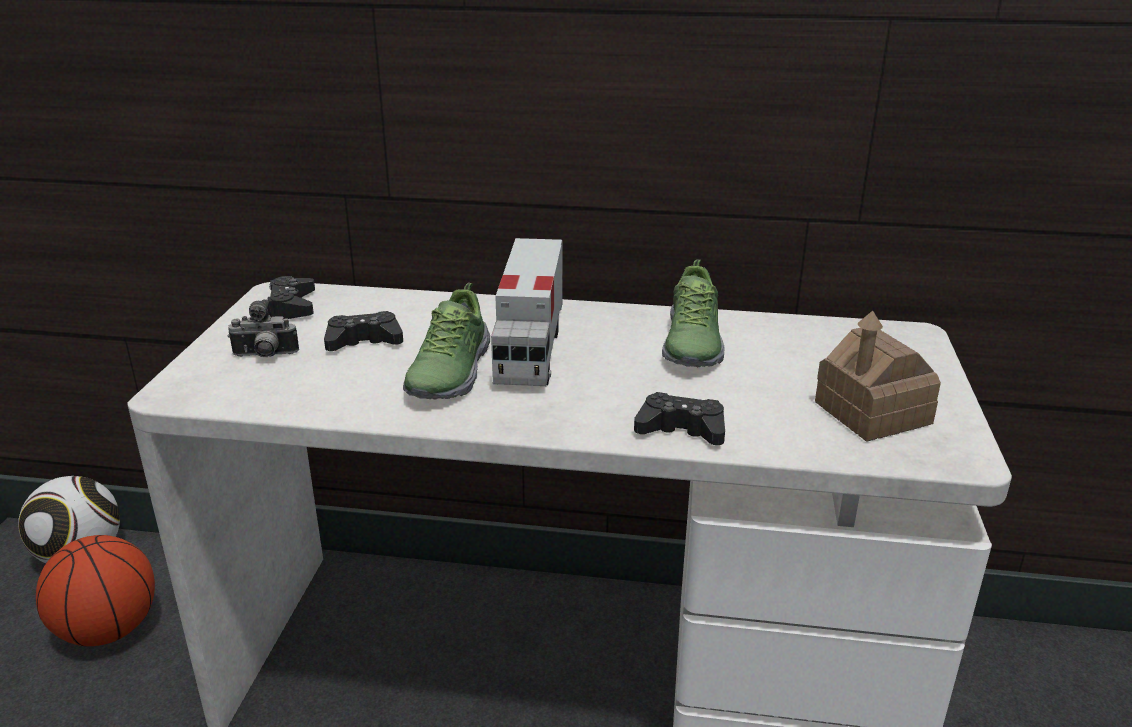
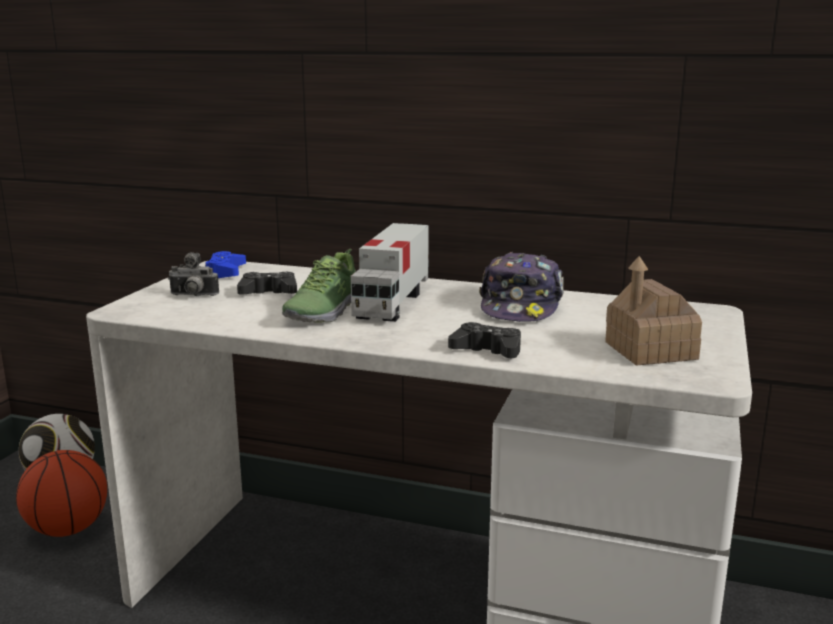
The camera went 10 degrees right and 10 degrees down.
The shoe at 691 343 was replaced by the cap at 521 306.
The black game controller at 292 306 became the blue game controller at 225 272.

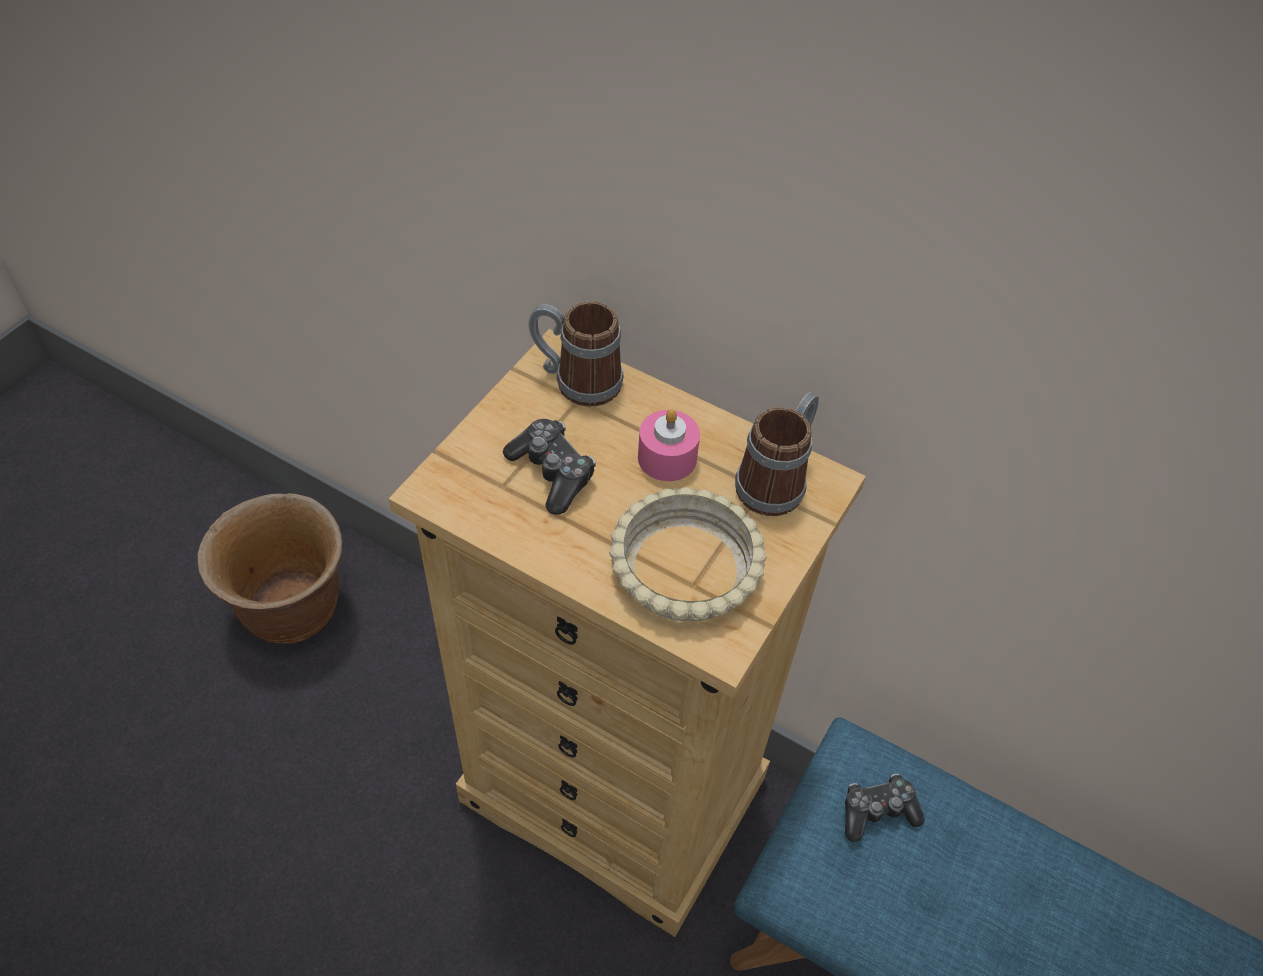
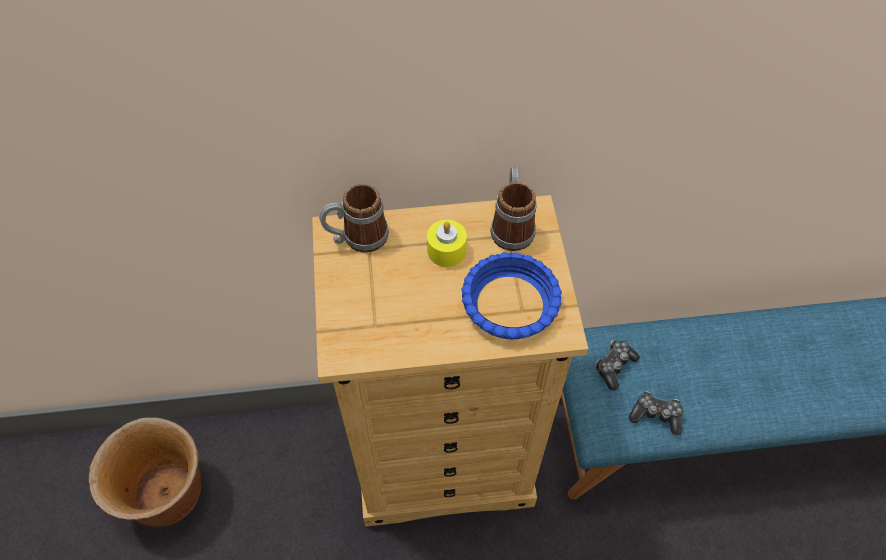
The camera went 35 degrees left and 5 degrees up.
The pink candle at 667 458 became the yellow candle at 446 250.
The game controller moved from 552 473 to 656 415.
The beige bowl at 685 566 became the blue bowl at 509 303.

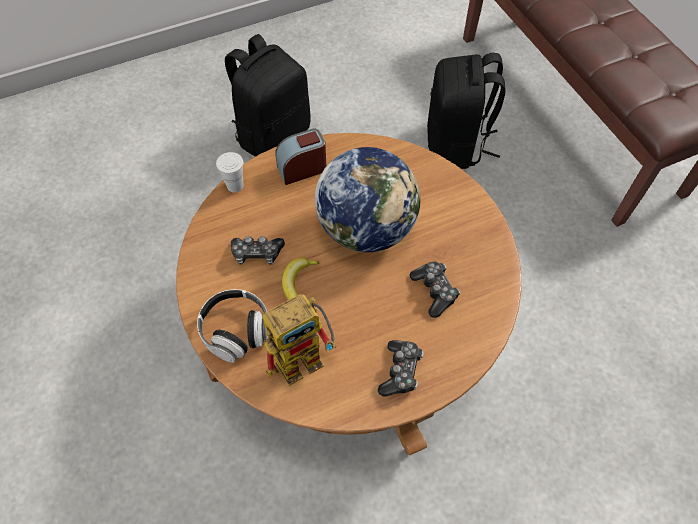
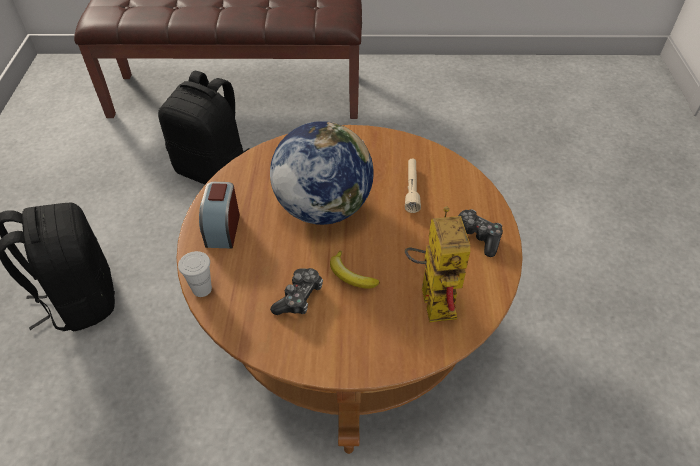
The camera went 65 degrees left and 10 degrees down.
The game controller at 434 291 was replaced by the beige flashlight at 411 189.
The headphones at 236 331 disappeared.

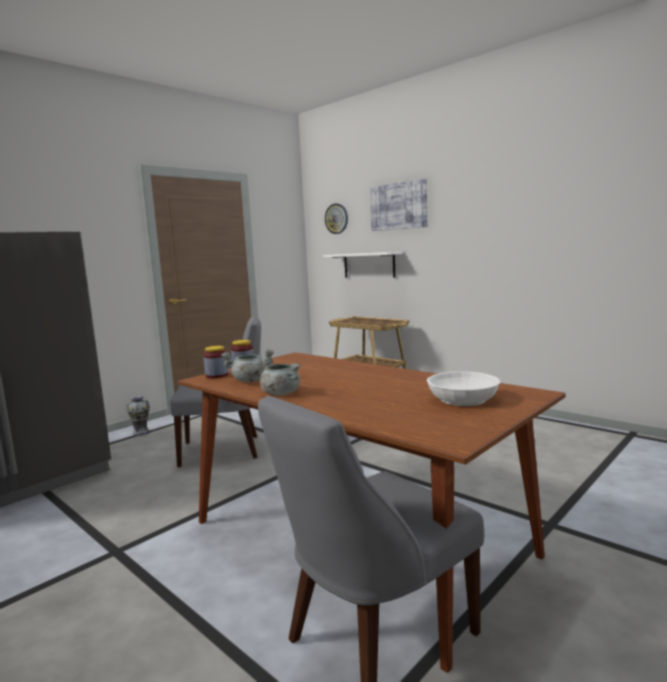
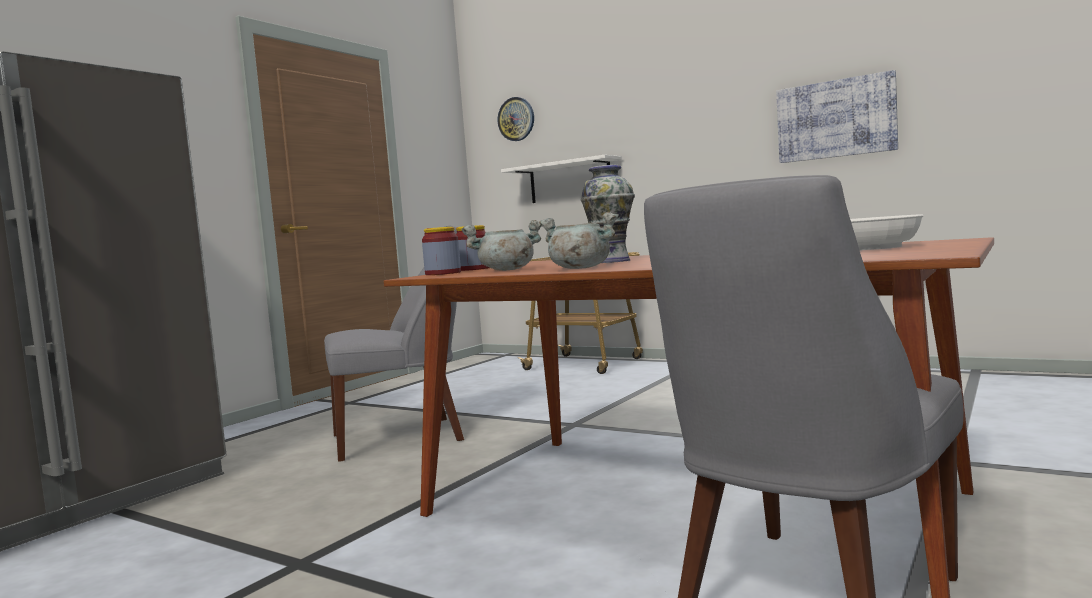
The camera went 10 degrees left and 5 degrees down.
The picture moved from 398 206 to 835 119.
The vase moved from 141 433 to 611 261.

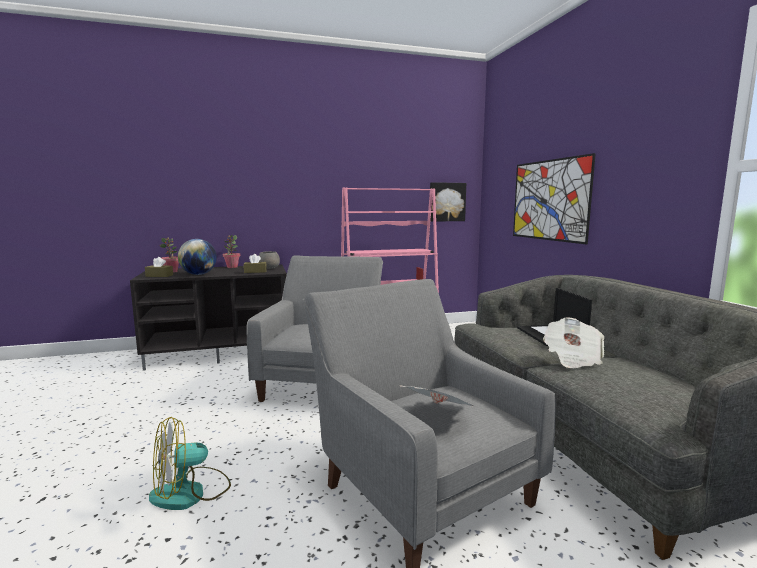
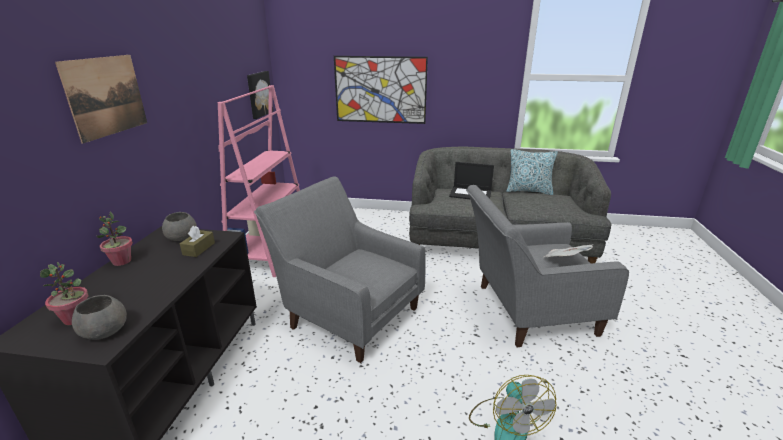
The camera went 65 degrees left and 15 degrees up.
The globe at 198 274 disappeared.
The brown tissue box at 159 276 was replaced by the grey bowl at 105 331.
The newspaper at 572 358 disappeared.
The picture at 106 96 appeared.
The pillow at 528 191 appeared.

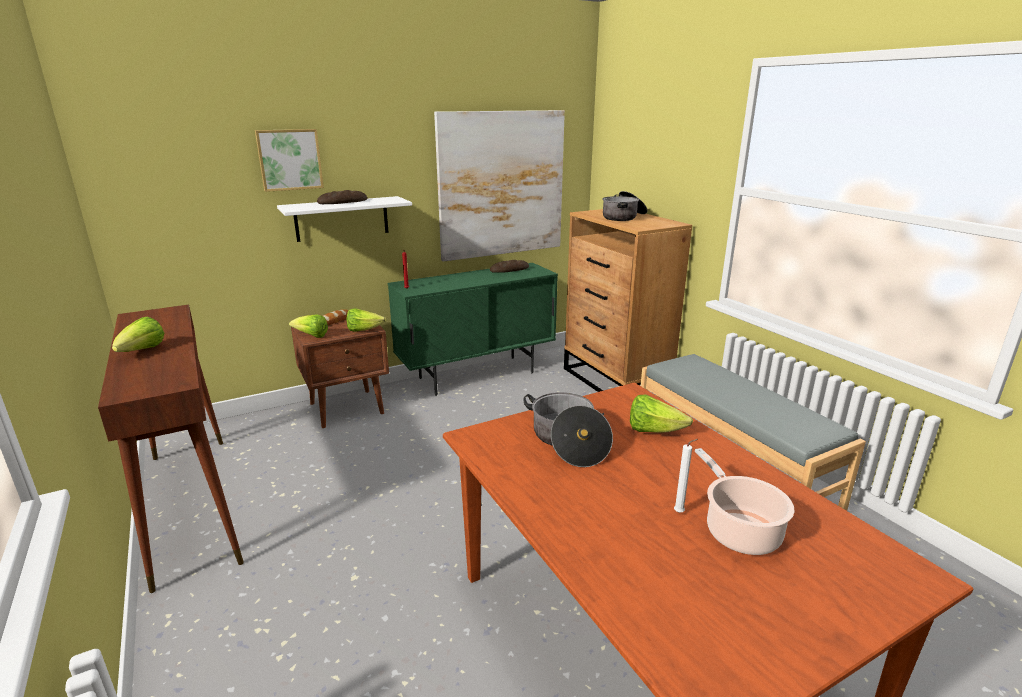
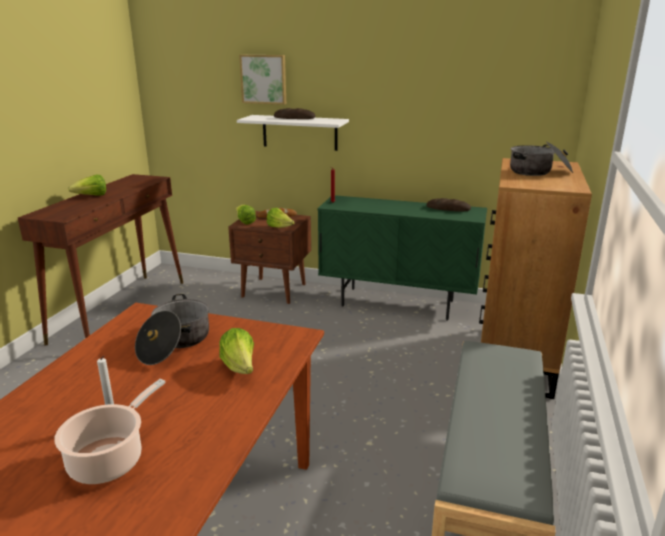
The camera went 45 degrees right and 0 degrees up.
The picture at 501 184 disappeared.

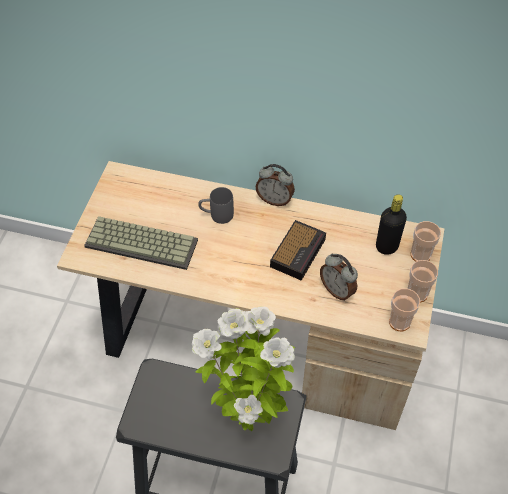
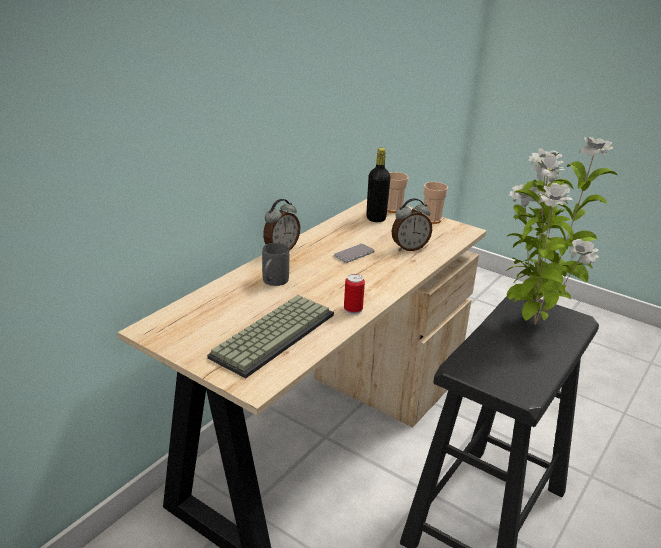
The camera went 70 degrees left and 25 degrees down.
The alarm clock at 298 252 was replaced by the phone at 354 254.
The cup at 399 322 disappeared.
The can at 353 310 appeared.

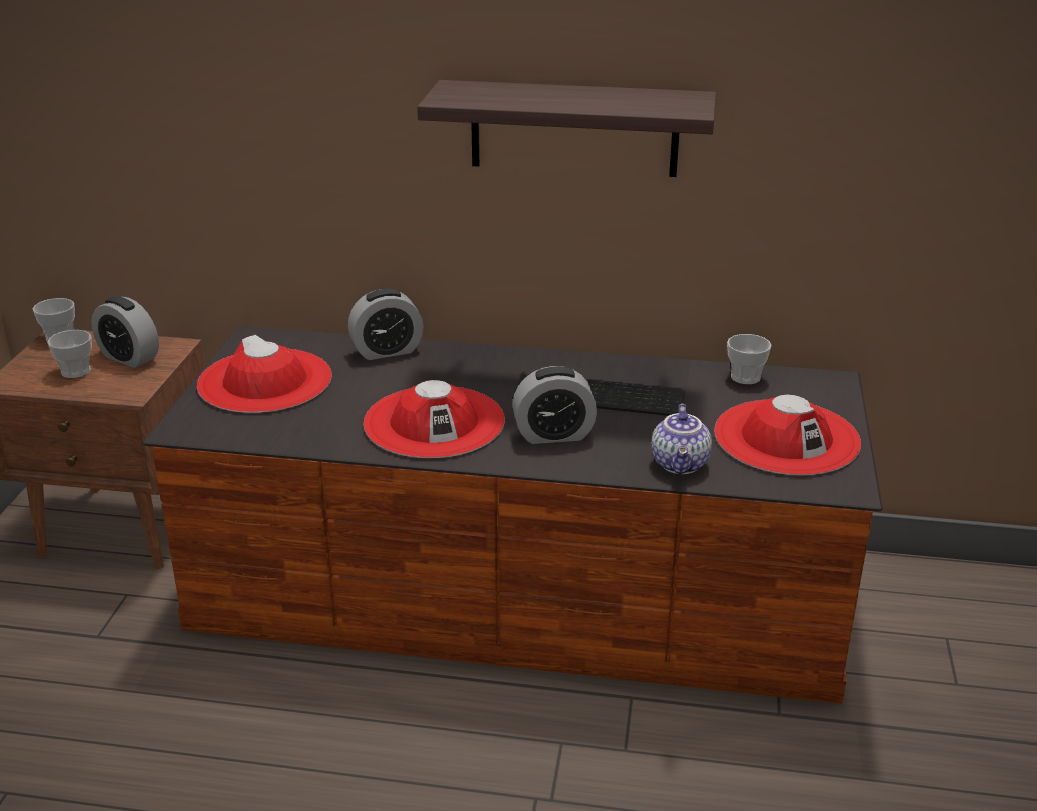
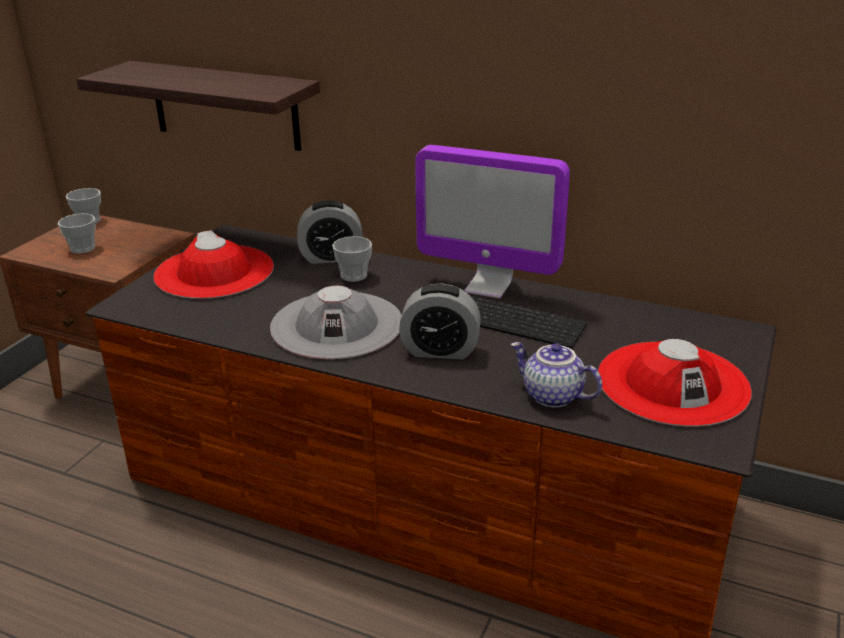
The camera went 15 degrees right and 0 degrees up.
The shelf moved from 574 128 to 224 105.
The alarm clock at 129 357 disappeared.
The cup moved from 745 377 to 354 275.
The red hat at 434 422 became the grey hat at 337 325.
The teapot at 681 464 turned 105 degrees clockwise.
The monitor at 488 286 appeared.

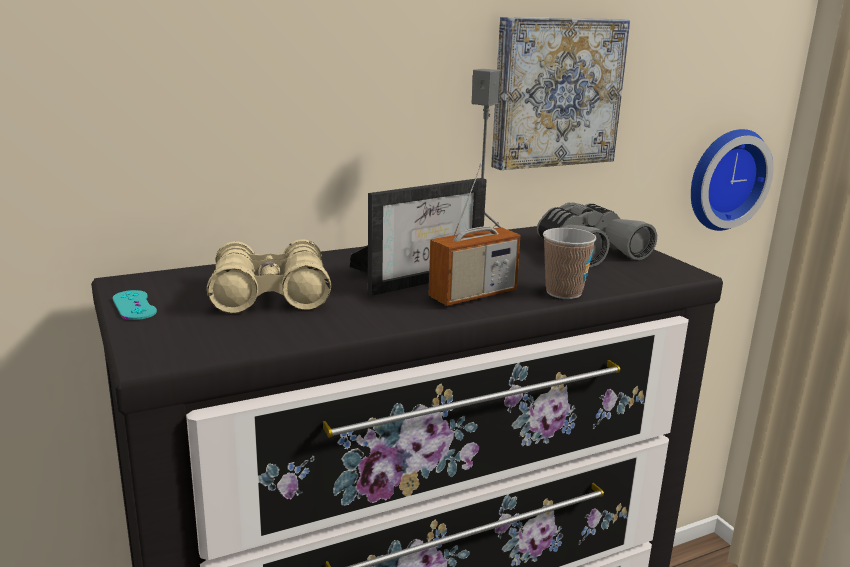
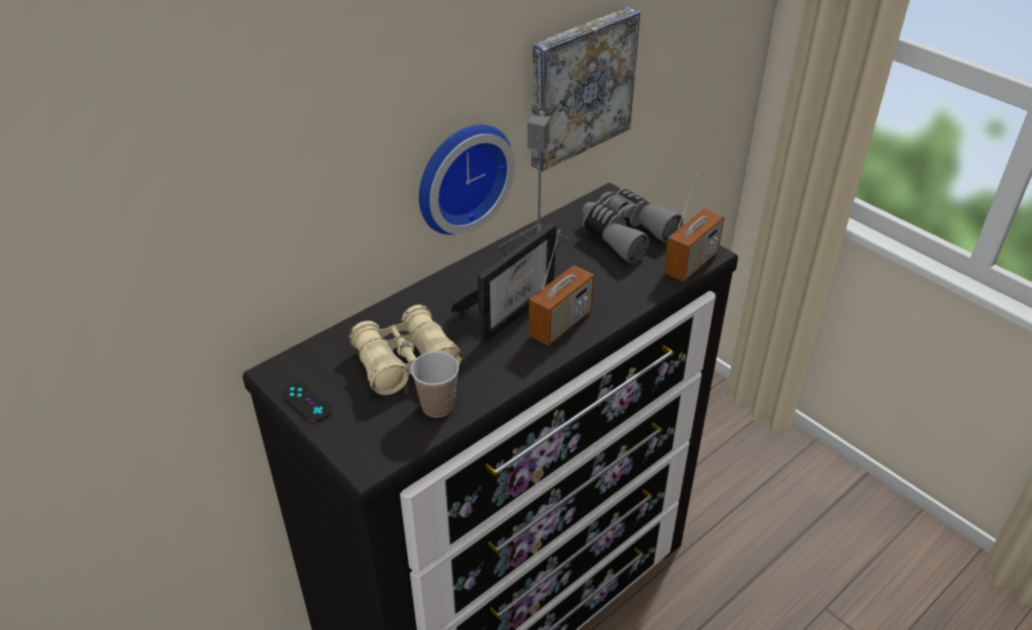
The camera went 15 degrees left and 20 degrees up.
The wall clock moved from 723 178 to 460 176.
The cup moved from 563 292 to 437 406.
The turquoise game controller at 134 305 became the black game controller at 306 402.
The radio at 691 264 appeared.

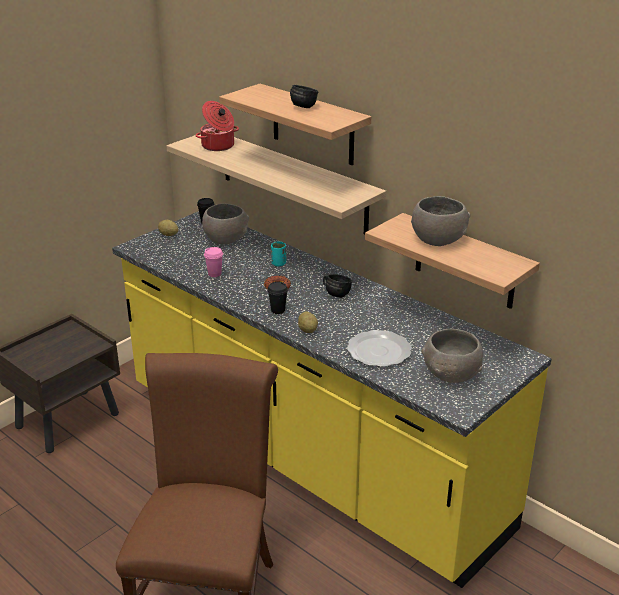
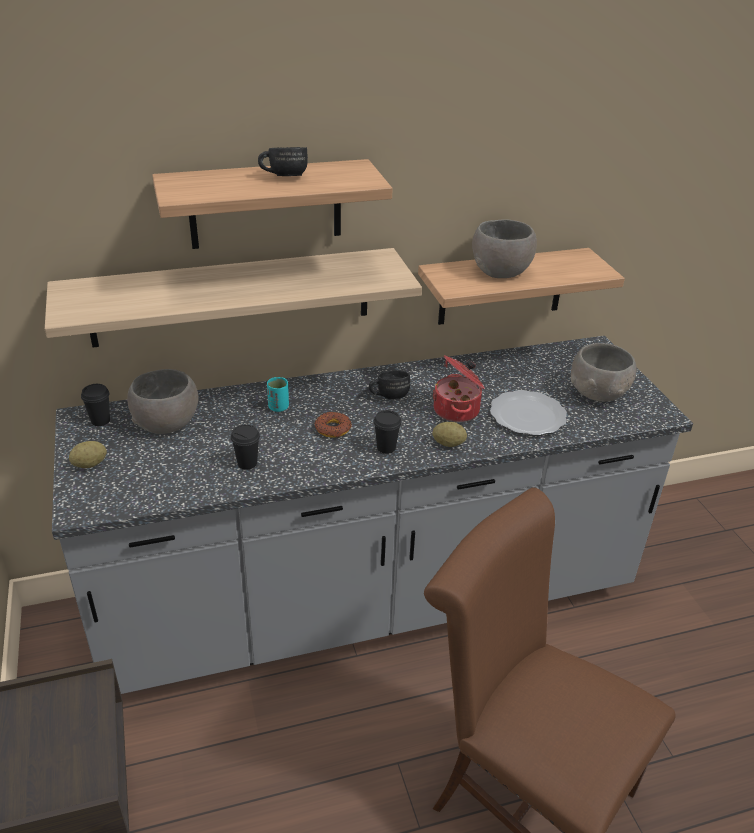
The camera went 60 degrees left and 5 degrees up.
The cooking pot moved from 218 146 to 457 410.
The yellow counter at 309 458 became the grey counter at 370 603.
The pink cup at 214 274 became the black cup at 247 463.

